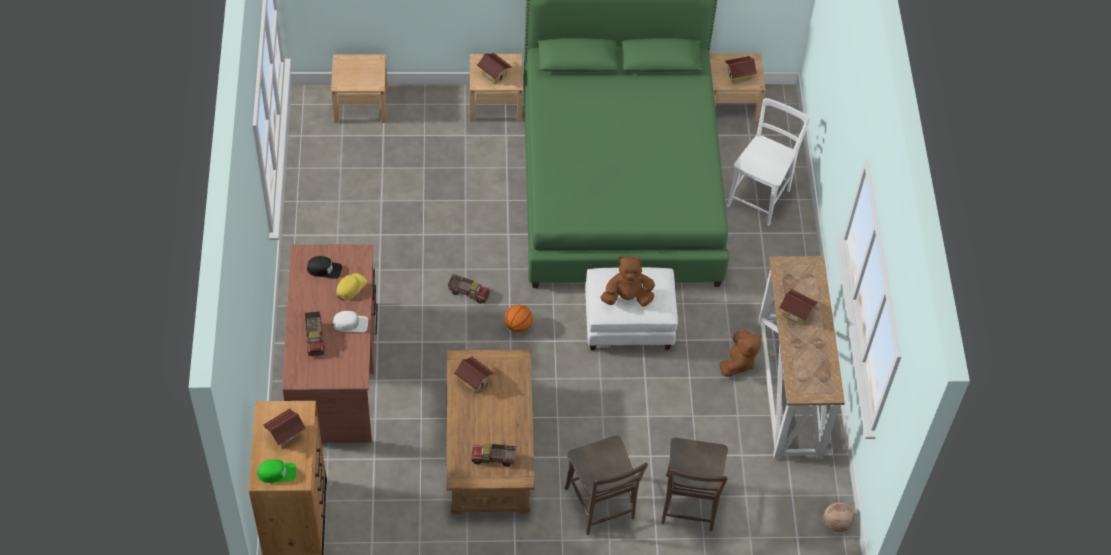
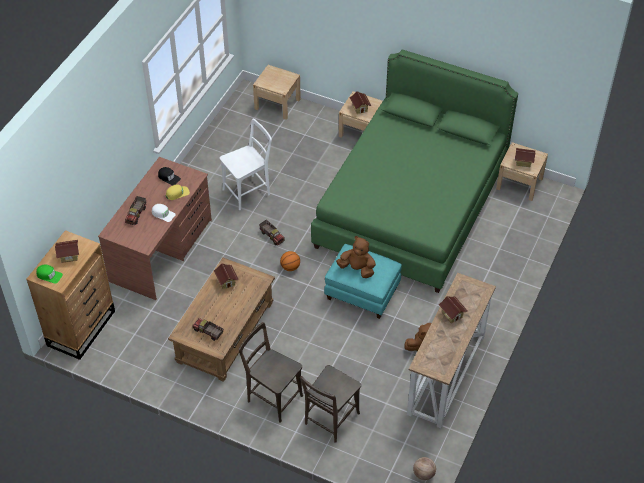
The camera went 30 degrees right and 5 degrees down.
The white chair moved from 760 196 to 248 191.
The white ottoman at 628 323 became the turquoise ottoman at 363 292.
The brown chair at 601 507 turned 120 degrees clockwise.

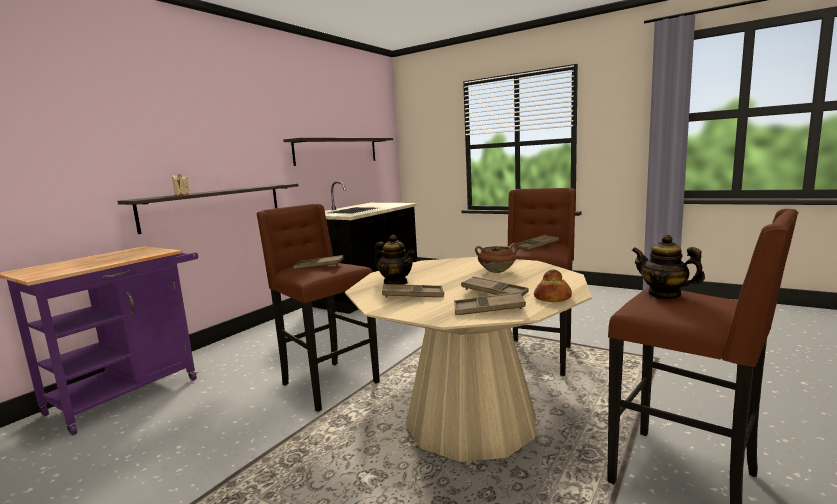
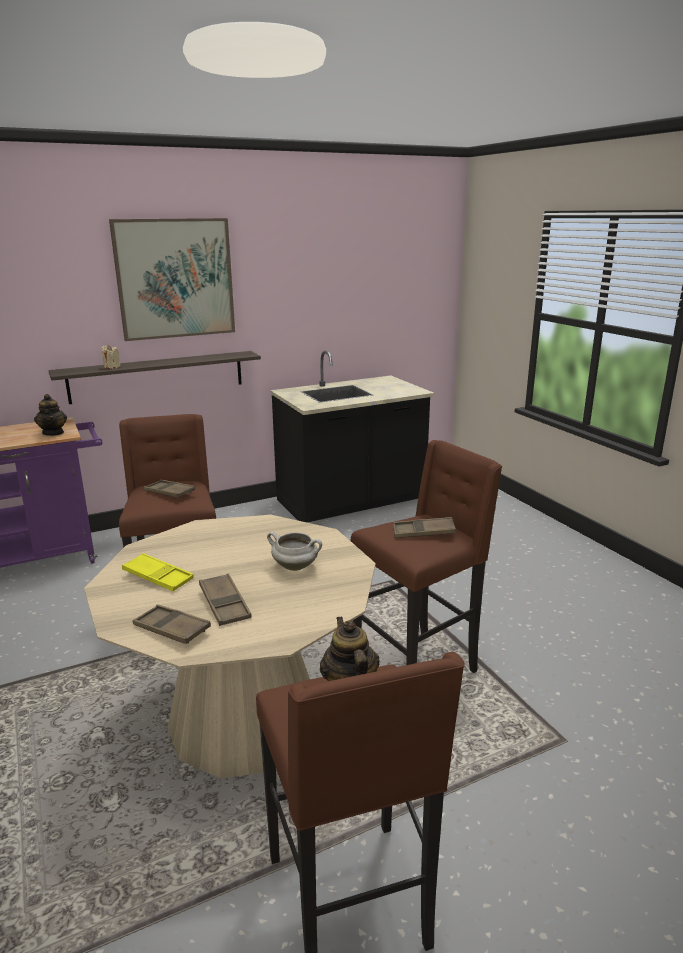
The camera went 30 degrees right and 10 degrees up.
The shelf at 337 151 disappeared.
The teapot moved from 396 283 to 53 433.
The brown cooking pot at 497 271 became the white cooking pot at 296 566.
The bread at 553 298 disappeared.
The brown tray at 413 295 became the yellow tray at 158 577.
The picture at 175 279 appeared.

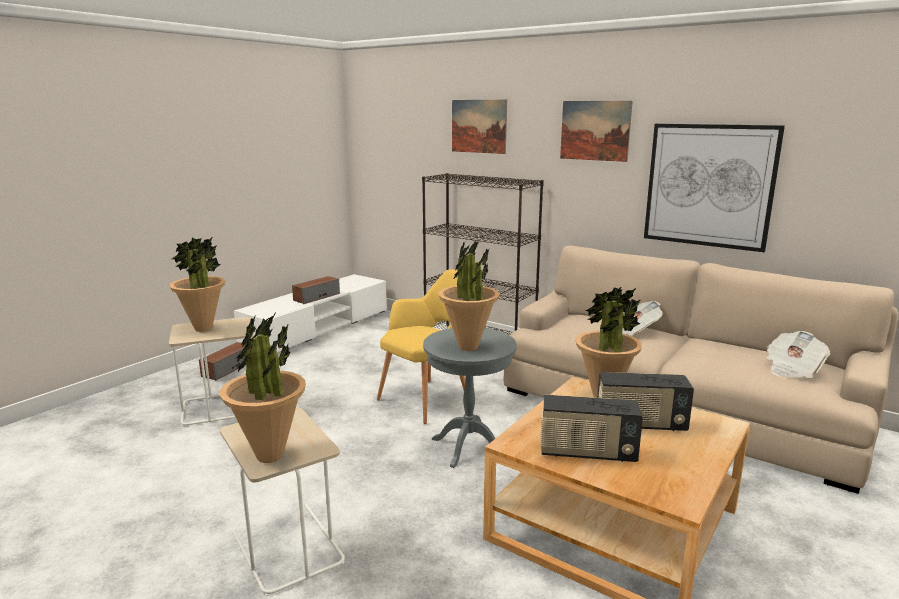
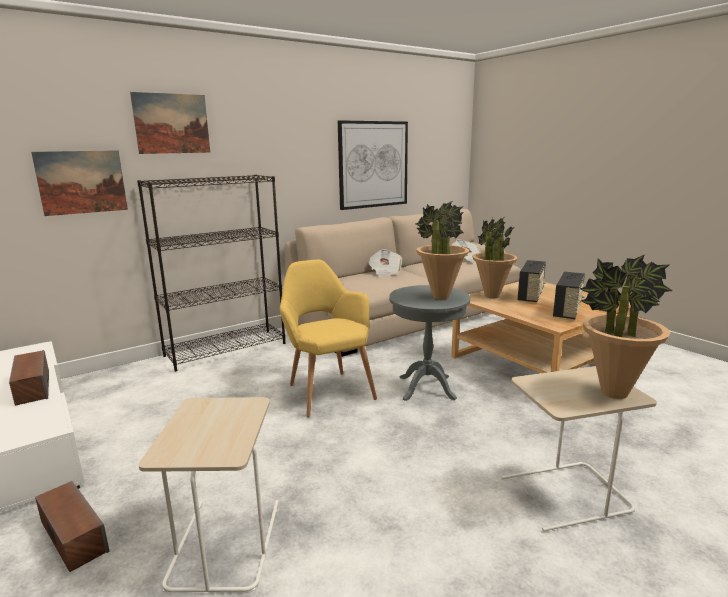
The camera went 70 degrees left and 0 degrees up.
The picture moved from 595 130 to 82 182.
The potted plant at 203 329 disappeared.

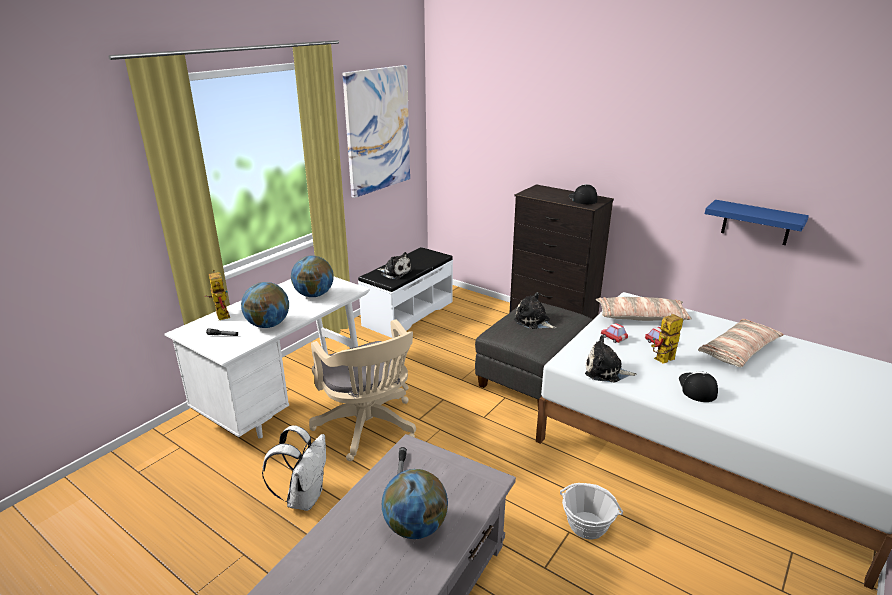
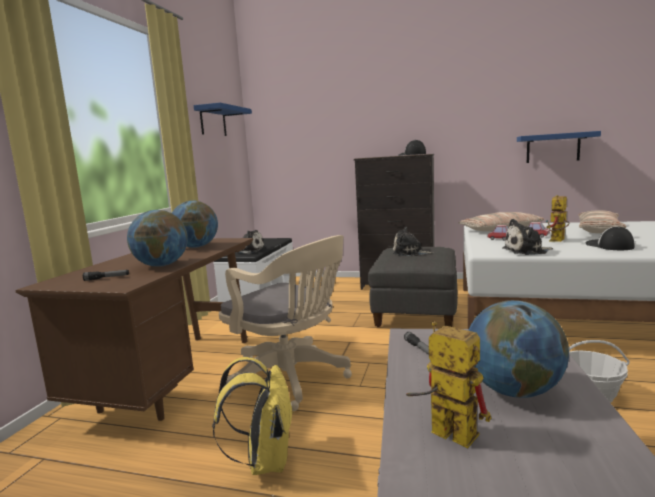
The camera went 20 degrees left and 15 degrees down.
The picture at 377 130 was replaced by the blue shelf at 213 121.
The toy robot moved from 220 314 to 443 432.
The white desk at 287 398 became the brown desk at 174 378.
The white backpack at 304 497 became the yellow backpack at 264 461.

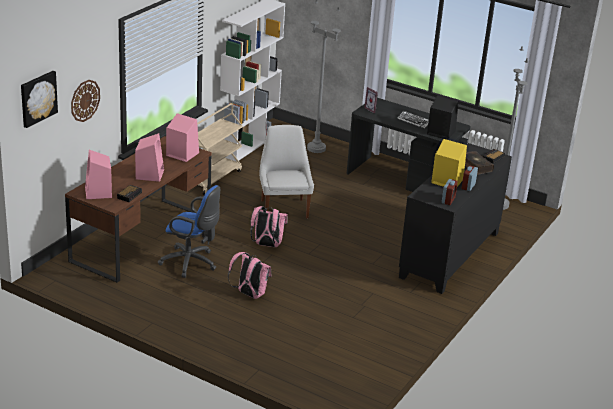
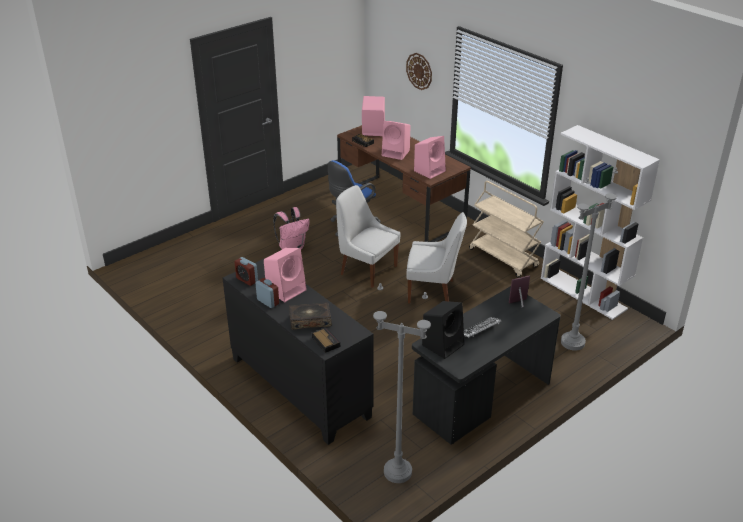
The camera went 110 degrees right and 5 degrees up.
The picture at 37 98 disappeared.
The yellow speaker at 446 181 became the pink speaker at 287 289.
The pink backpack at 266 245 was replaced by the white chair at 366 269.

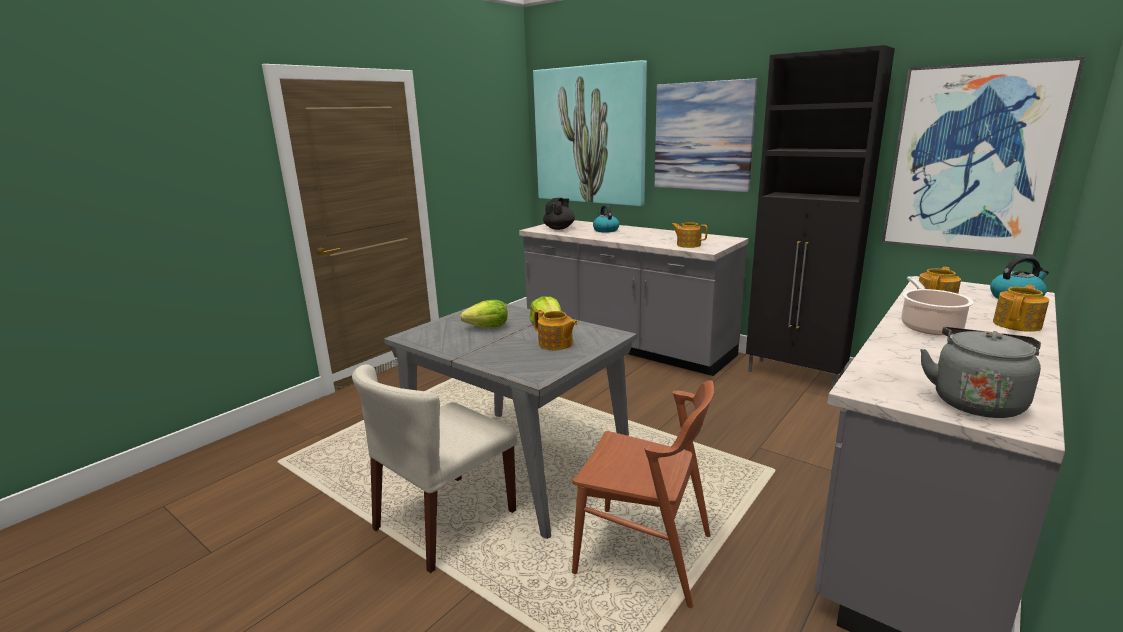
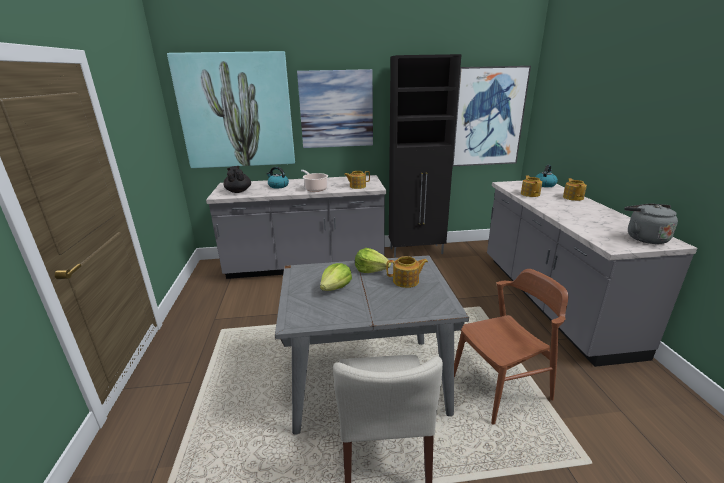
The camera went 45 degrees left and 5 degrees up.
The cooking pot moved from 929 326 to 315 189.

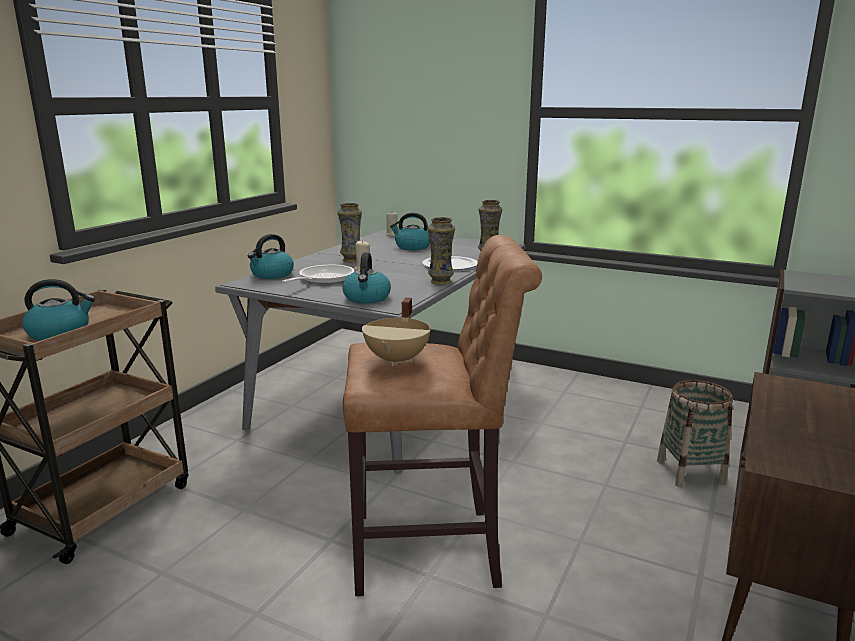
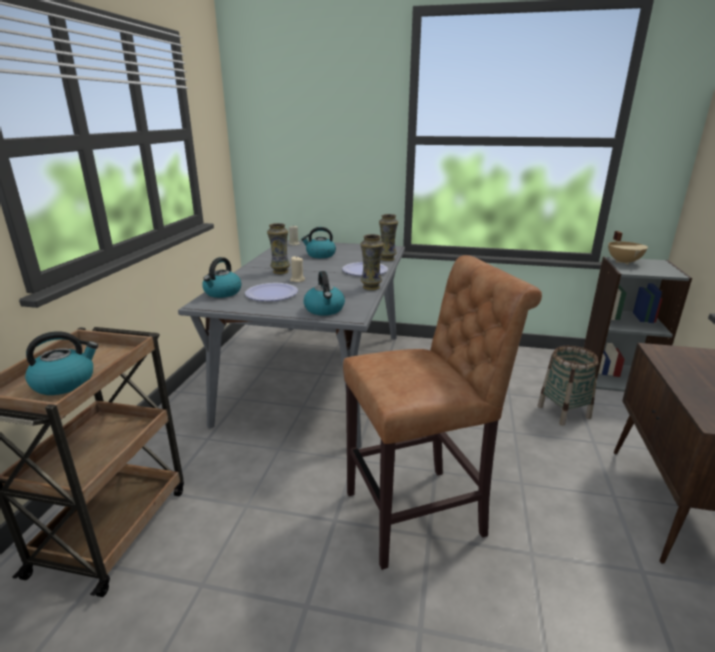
The camera went 15 degrees left and 5 degrees up.
The frying pan at 323 279 was replaced by the plate at 271 293.
The beige cooking pot moved from 398 360 to 624 262.

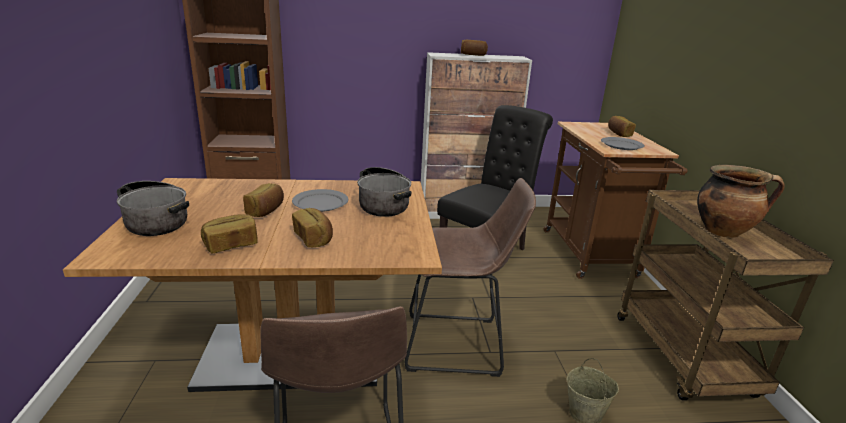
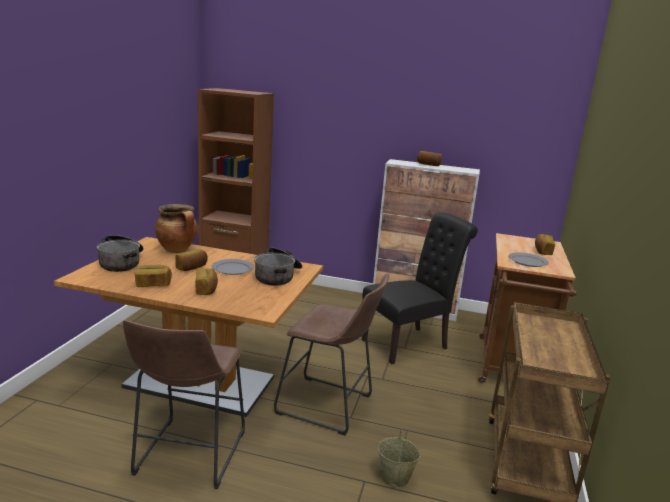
The camera went 20 degrees right and 5 degrees down.
The cooking pot moved from 724 232 to 177 250.

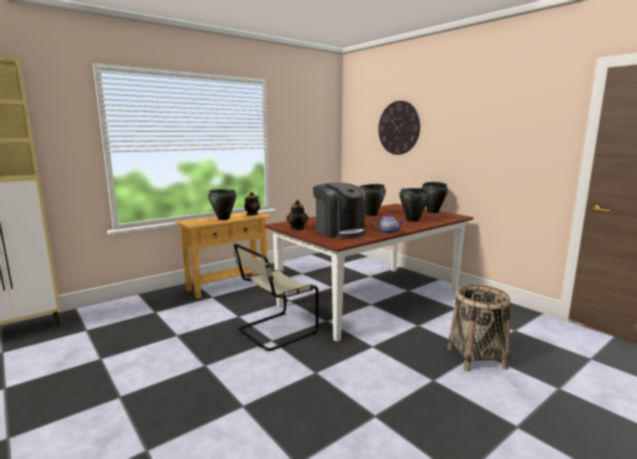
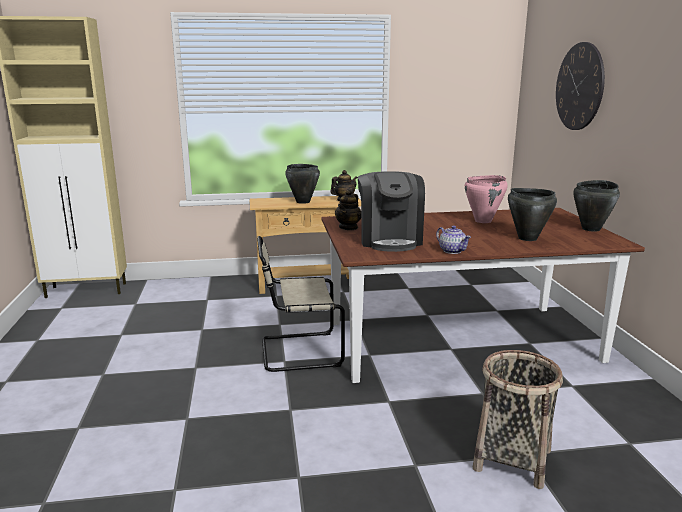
The camera went 30 degrees right and 5 degrees up.
The black cooking pot at 371 214 became the pink cooking pot at 483 221.

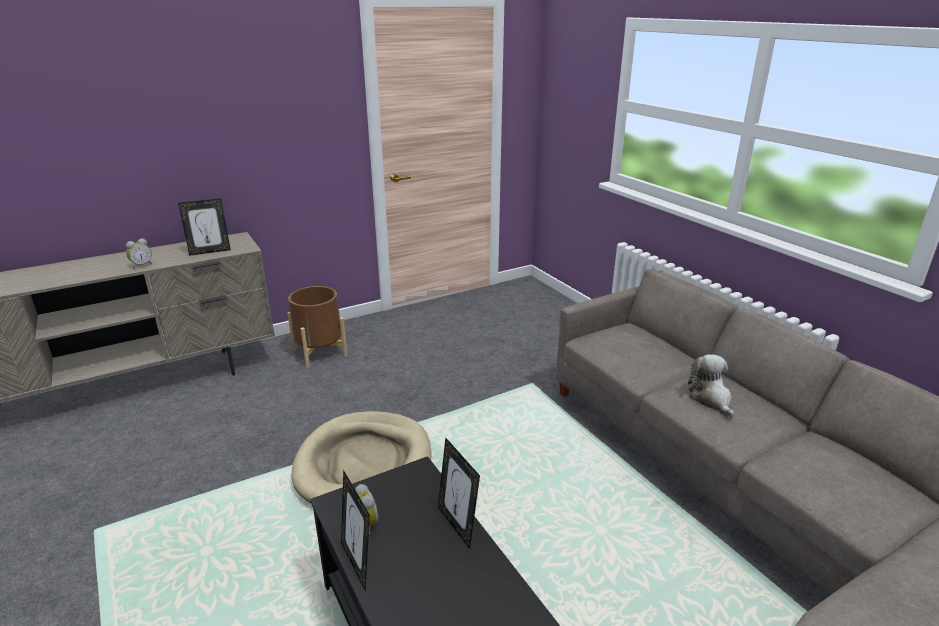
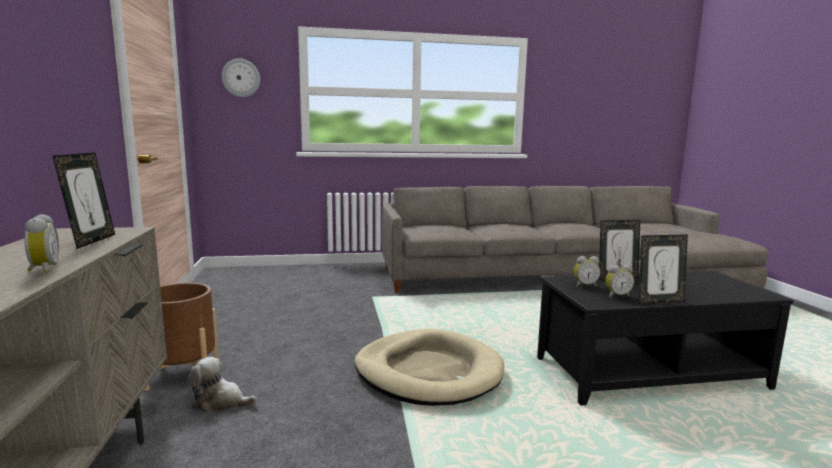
The camera went 70 degrees left and 15 degrees down.
The plush toy moved from 710 399 to 220 402.
The wall clock at 241 78 appeared.
The alarm clock at 584 285 appeared.

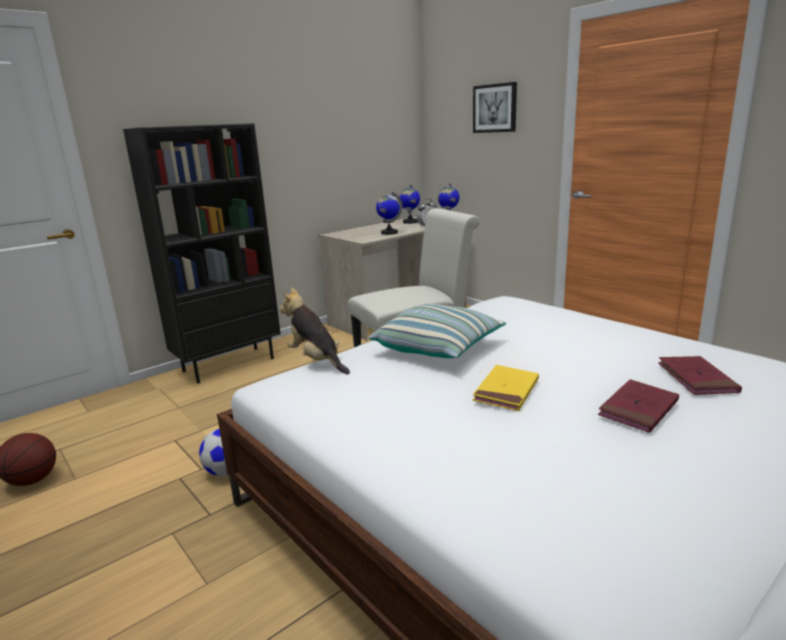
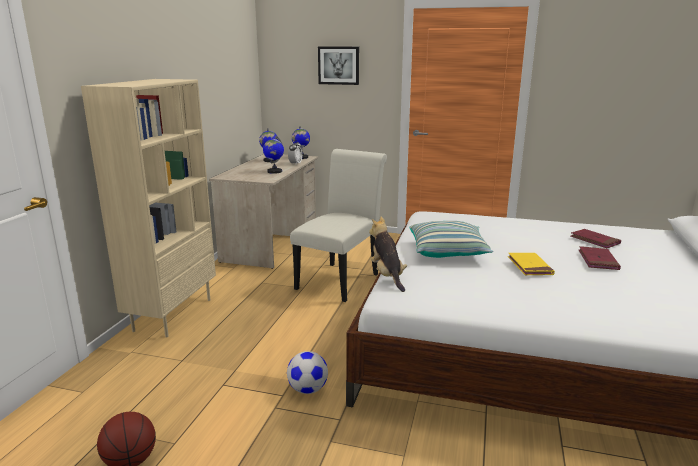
The camera went 35 degrees left and 0 degrees up.
The black bookcase at 229 364 became the beige bookcase at 172 314.
The plush toy at 316 361 turned 60 degrees clockwise.

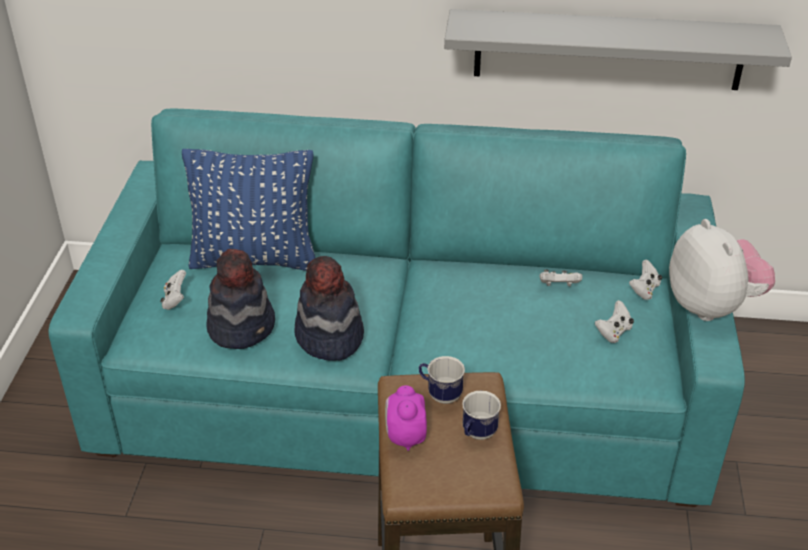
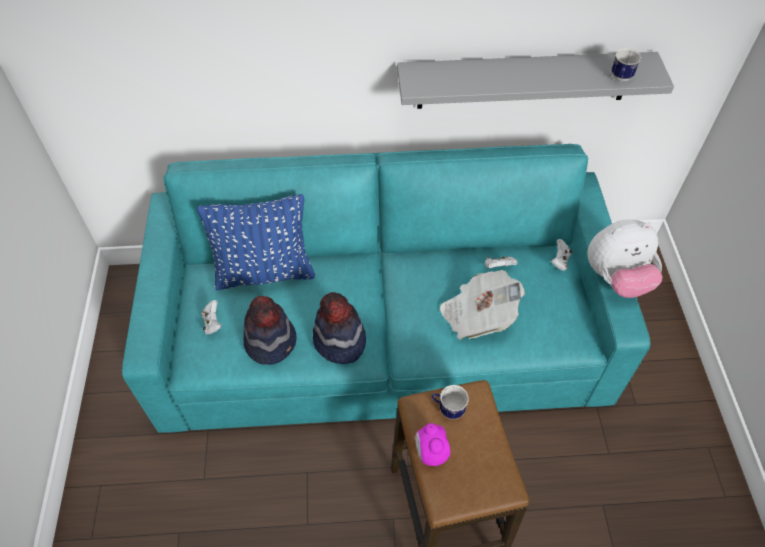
The camera went 10 degrees left and 15 degrees up.
The plush toy at 712 306 turned 105 degrees clockwise.
The white game controller at 613 332 disappeared.
The mug moved from 477 434 to 620 79.
The newspaper at 478 315 appeared.

